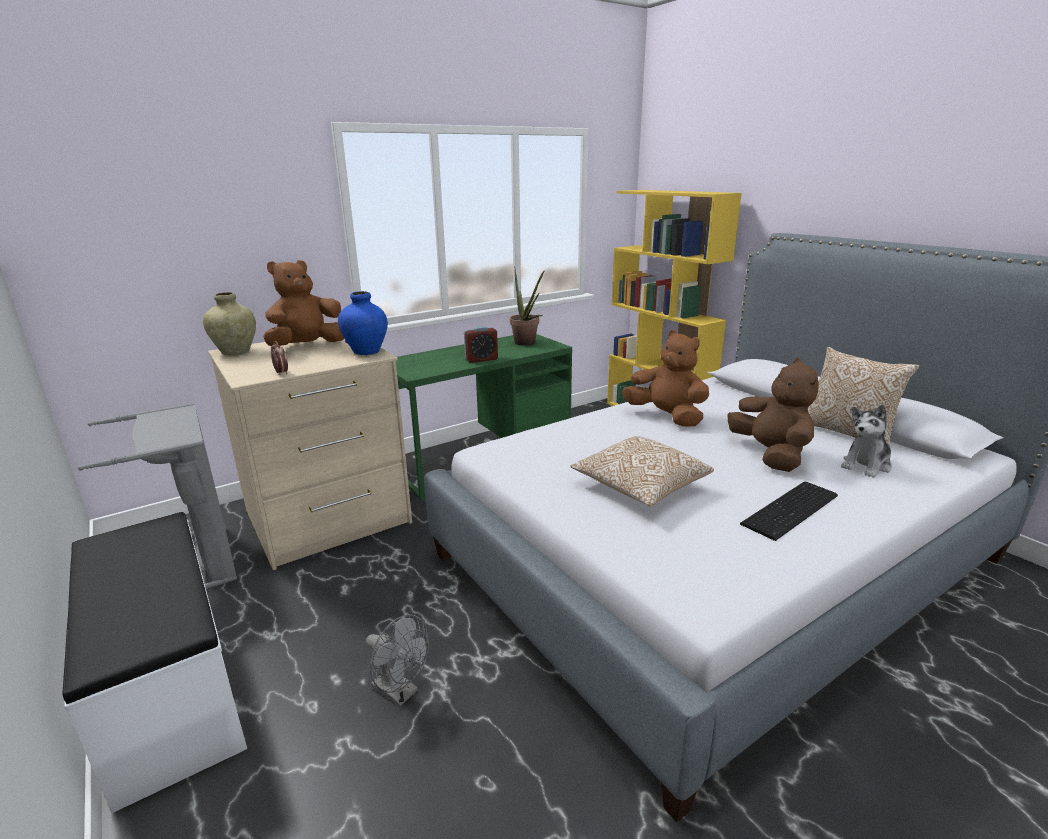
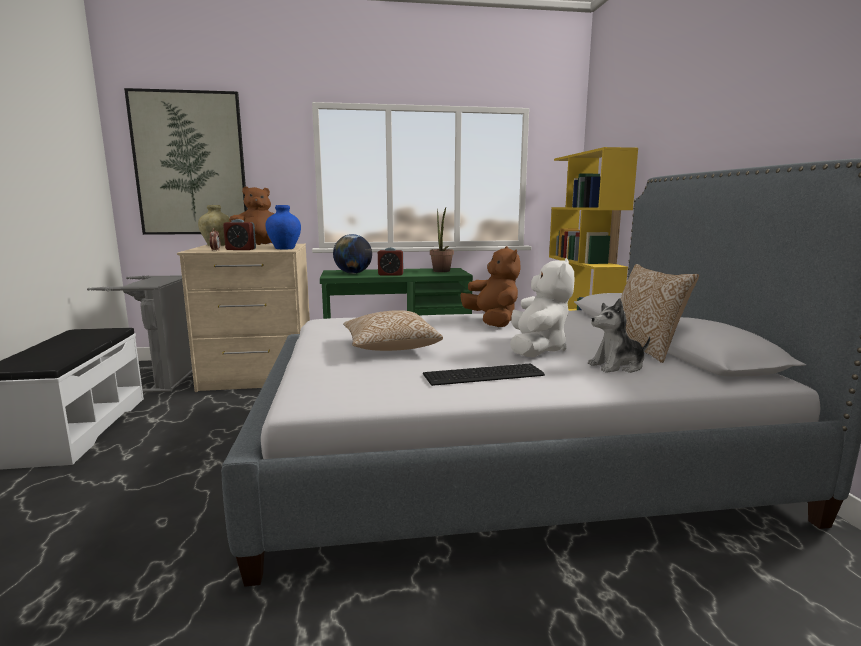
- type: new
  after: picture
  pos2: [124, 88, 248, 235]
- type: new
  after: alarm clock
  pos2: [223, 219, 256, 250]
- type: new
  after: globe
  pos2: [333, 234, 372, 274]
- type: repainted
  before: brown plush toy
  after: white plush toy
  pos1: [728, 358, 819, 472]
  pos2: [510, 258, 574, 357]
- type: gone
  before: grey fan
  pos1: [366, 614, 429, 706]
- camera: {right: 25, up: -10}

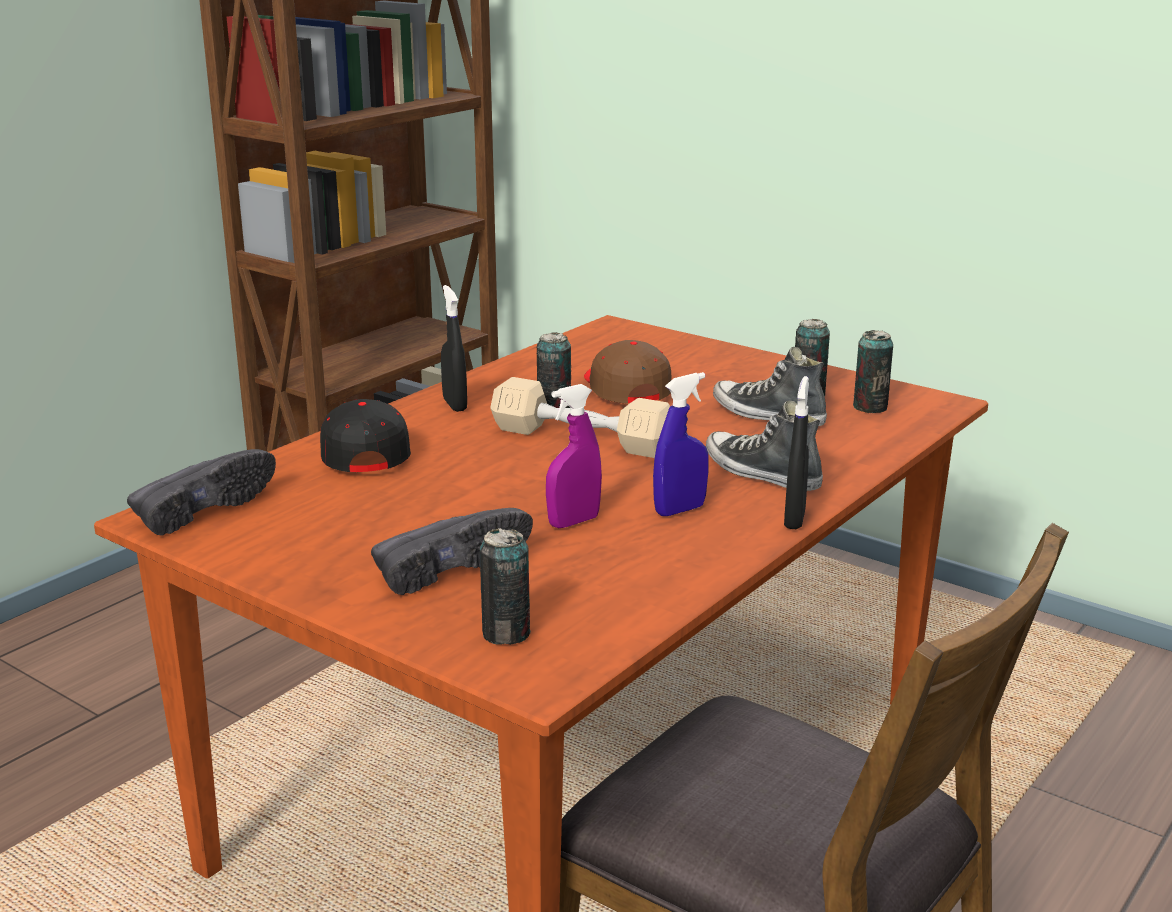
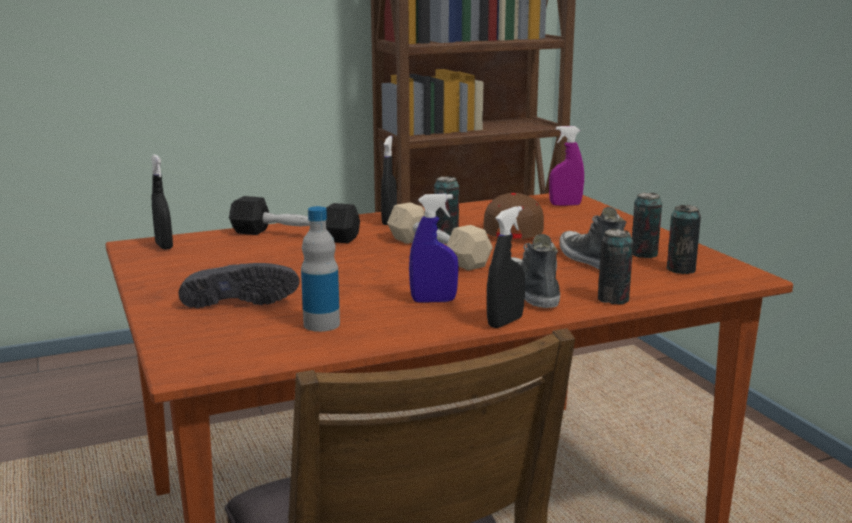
- type: swapped
  before: black shoe
  after: black spray bottle
  pos1: [127, 449, 276, 536]
  pos2: [151, 154, 173, 250]
- type: swapped
  before: black cap
  after: black dumbbell
  pos1: [320, 399, 411, 472]
  pos2: [229, 196, 360, 244]
- type: new
  after: bottle
  pos2: [301, 206, 340, 332]
- type: shifted
  before: purple spray bottle
  pos1: [546, 384, 602, 528]
  pos2: [549, 126, 584, 206]
- type: shifted
  before: can
  pos1: [480, 528, 531, 645]
  pos2: [598, 228, 633, 304]
- camera: {right: 30, up: -5}

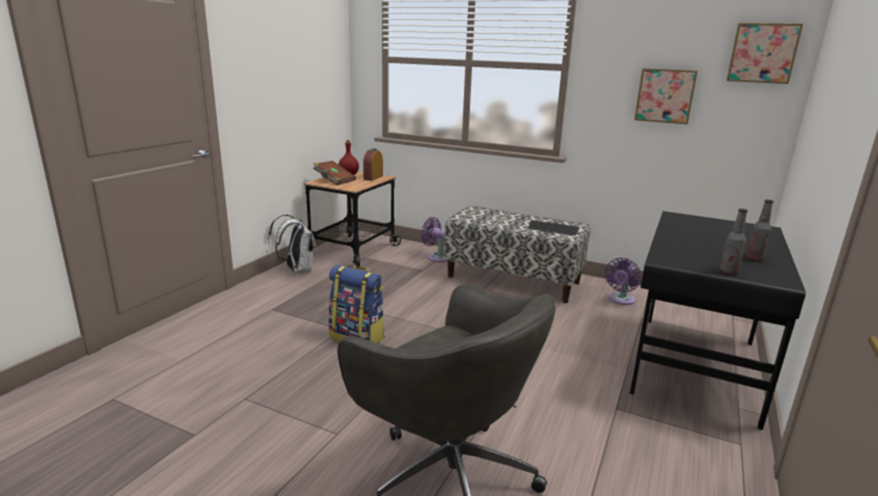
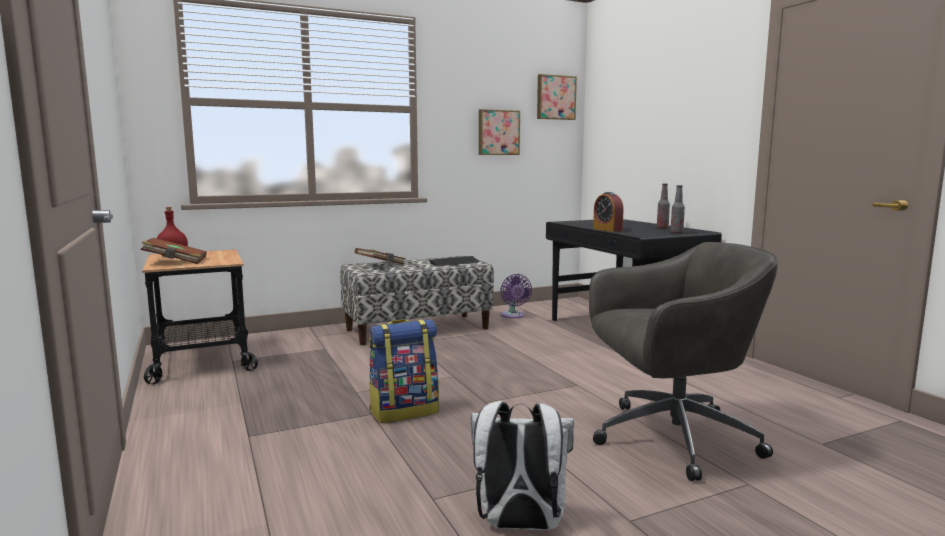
- type: new
  after: brown book
  pos2: [355, 248, 406, 265]
- type: shifted
  before: white backpack
  pos1: [268, 214, 316, 273]
  pos2: [471, 401, 574, 530]
- type: shifted
  before: alarm clock
  pos1: [363, 148, 383, 181]
  pos2: [593, 192, 624, 232]
- type: gone
  before: purple fan
  pos1: [421, 217, 447, 262]
- camera: {right: -50, up: -10}

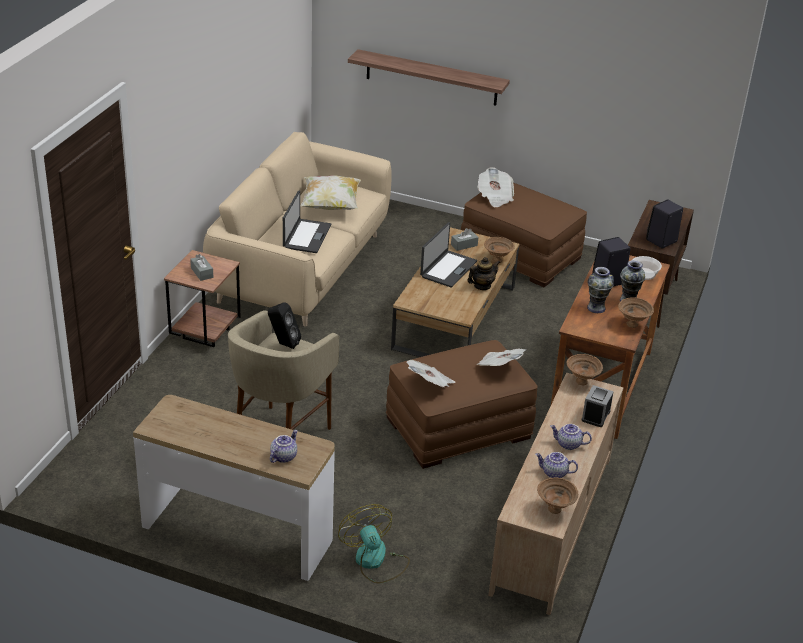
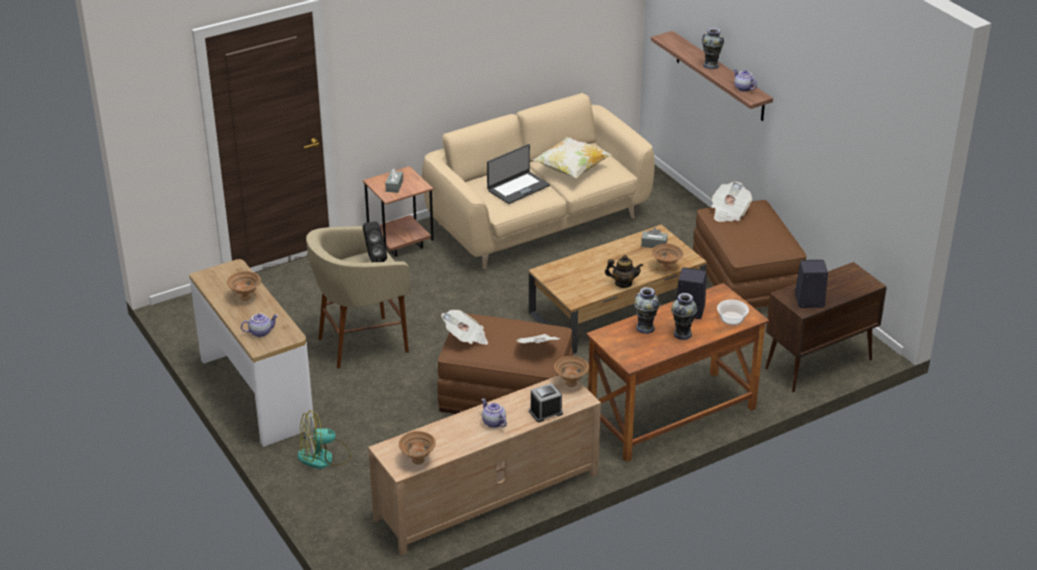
- type: shifted
  before: brown bowl
  pos1: [618, 297, 654, 328]
  pos2: [227, 271, 261, 301]
- type: rotated
  before: fan
  pos1: [338, 504, 410, 584]
  pos2: [297, 410, 351, 469]
  turn: -120
- type: new
  after: vase
  pos2: [702, 28, 724, 69]
- type: shifted
  before: teapot
  pos1: [535, 452, 578, 478]
  pos2: [733, 69, 757, 92]
- type: gone
  before: laptop
  pos1: [420, 222, 477, 288]
- camera: {right: 40, up: 0}

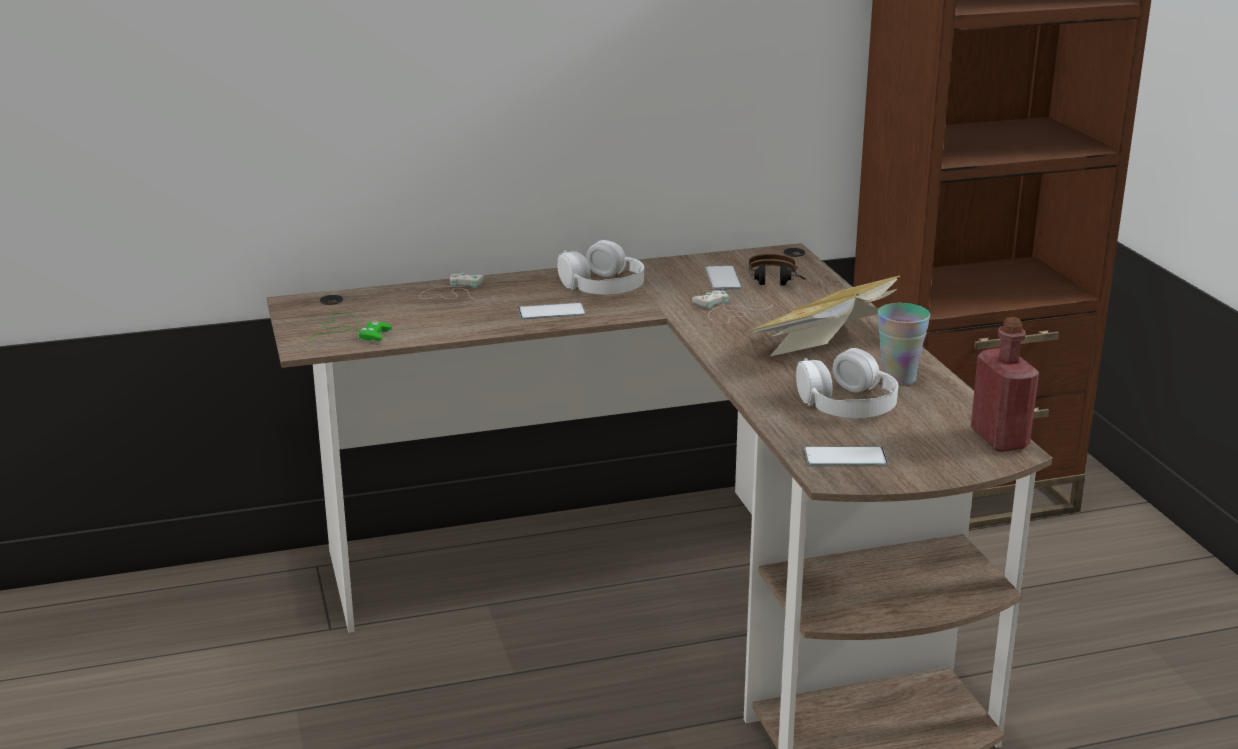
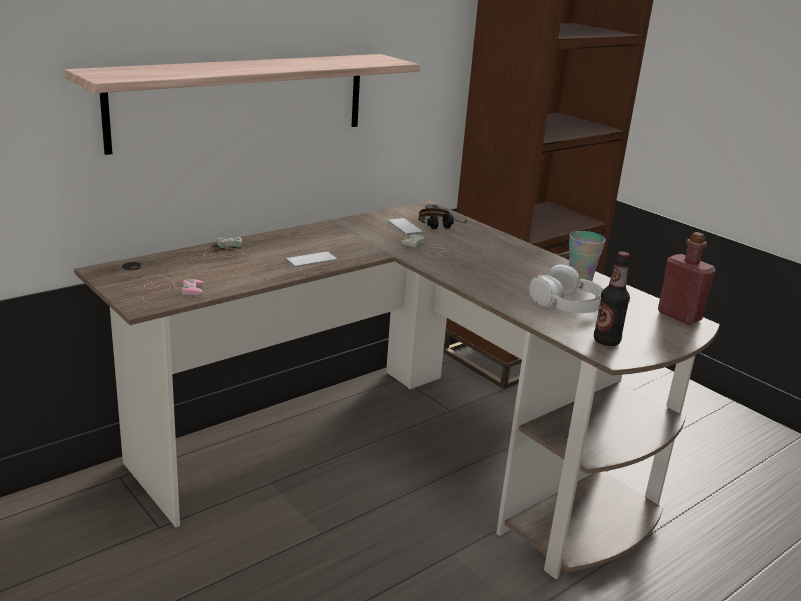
- type: new
  after: shelf
  pos2: [64, 54, 420, 155]
- type: repainted
  before: green game controller
  after: pink game controller
  pos1: [309, 313, 392, 344]
  pos2: [143, 275, 203, 303]
- type: swapped
  before: phone
  after: bottle
  pos1: [804, 447, 888, 465]
  pos2: [594, 252, 630, 346]
- type: gone
  before: white headphones
  pos1: [557, 240, 644, 295]
- type: gone
  before: book
  pos1: [750, 275, 900, 357]
- camera: {right: -25, up: 0}

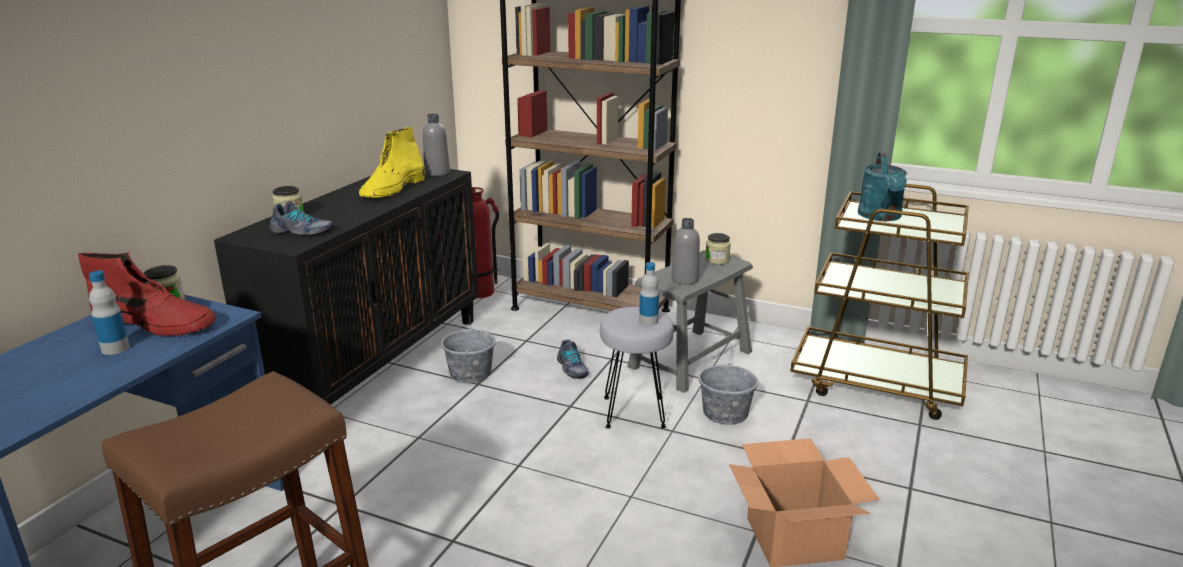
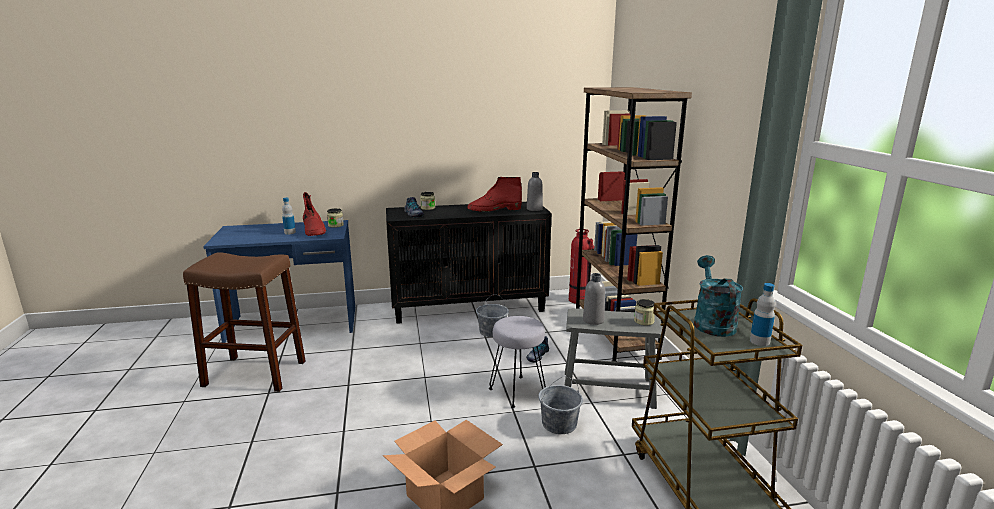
- type: repainted
  before: yellow boot
  after: red boot
  pos1: [359, 127, 425, 198]
  pos2: [467, 177, 522, 212]
- type: rotated
  before: turquoise watering can
  pos1: [858, 152, 907, 221]
  pos2: [694, 255, 743, 337]
  turn: 120
- type: shifted
  before: bottle
  pos1: [639, 262, 659, 326]
  pos2: [750, 283, 776, 346]
- camera: {right: 55, up: -5}

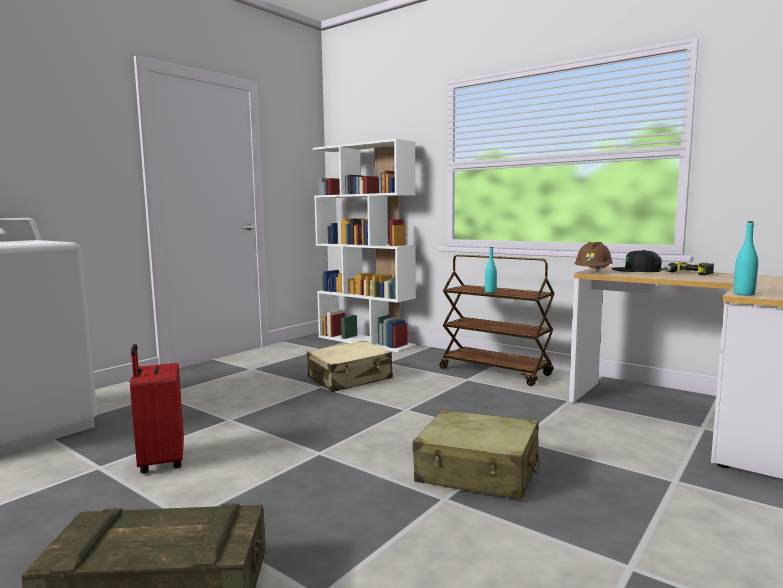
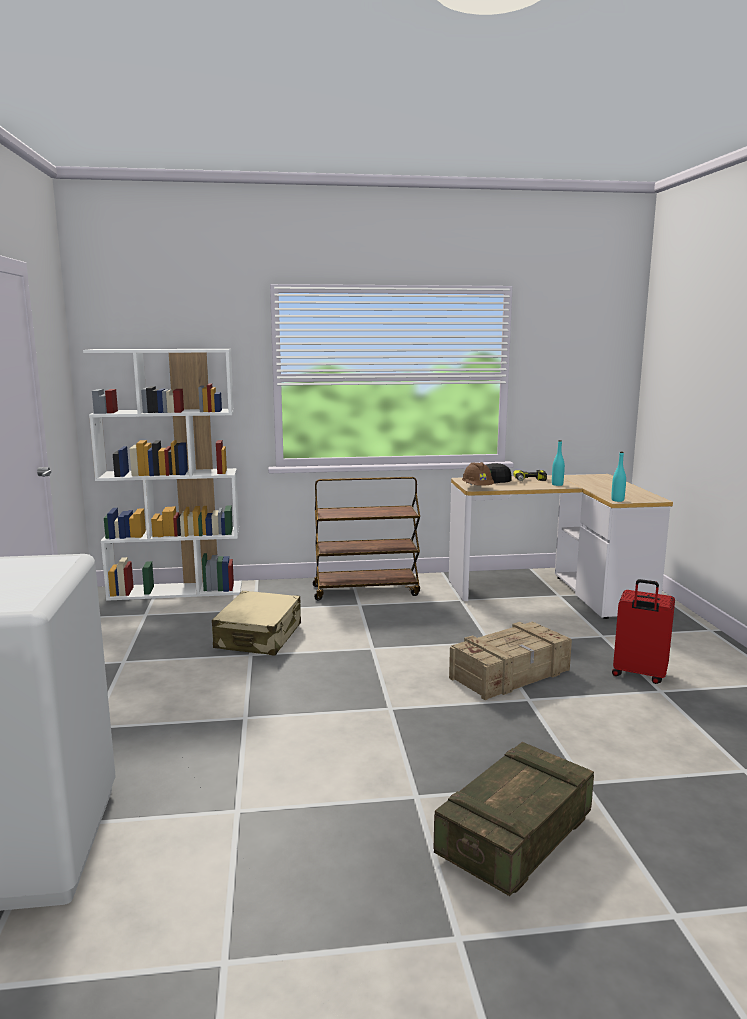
- type: swapped
  before: beige suitcase
  after: crate
  pos1: [413, 410, 540, 500]
  pos2: [449, 622, 572, 700]
- type: shifted
  before: turquoise bottle
  pos1: [485, 247, 497, 293]
  pos2: [552, 440, 565, 486]
- type: shifted
  before: red suitcase
  pos1: [130, 344, 184, 473]
  pos2: [612, 579, 675, 684]
- camera: {right: -45, up: 5}

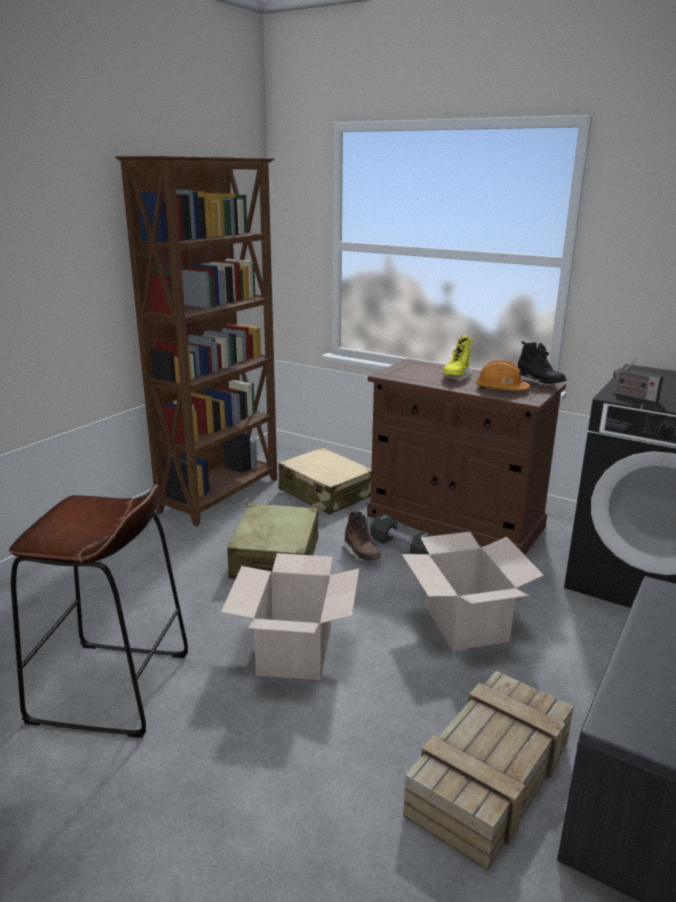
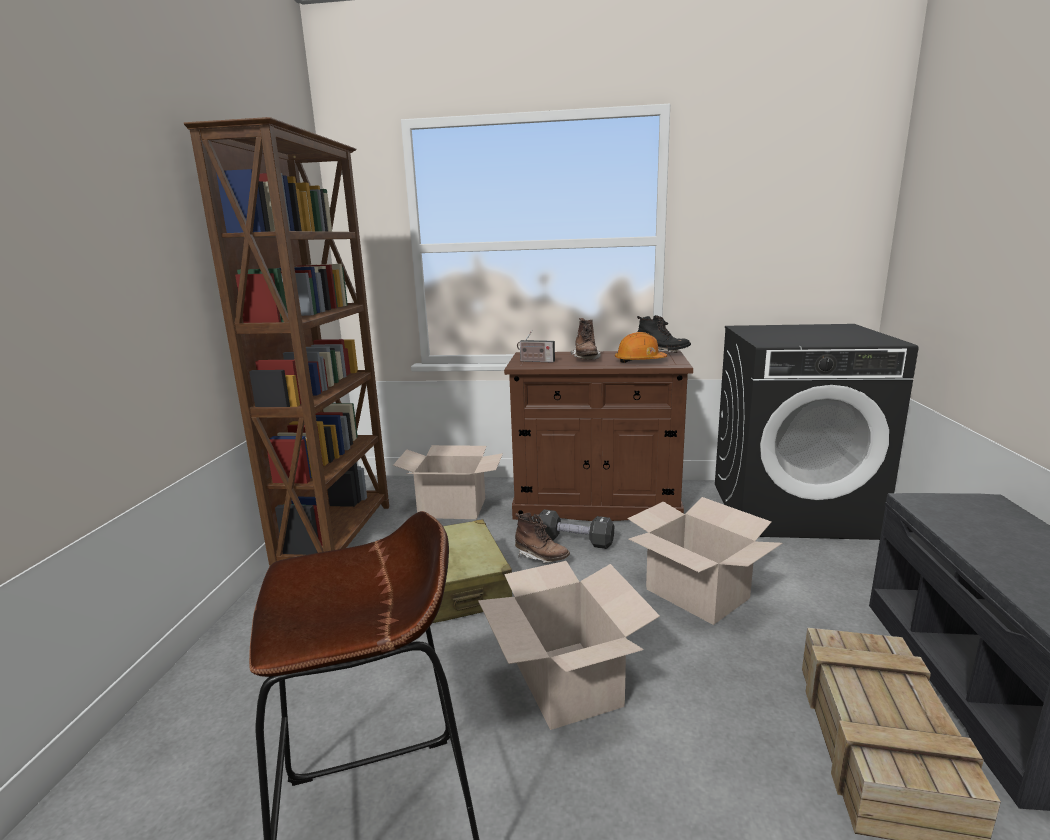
- type: swapped
  before: beige suitcase
  after: cardboard box
  pos1: [278, 447, 372, 515]
  pos2: [393, 445, 503, 519]
- type: shifted
  before: radio
  pos1: [613, 358, 663, 402]
  pos2: [517, 330, 555, 363]
- type: repainted
  before: yellow boot
  after: brown boot
  pos1: [441, 335, 473, 380]
  pos2: [571, 318, 601, 360]
- camera: {right: -25, up: -5}

